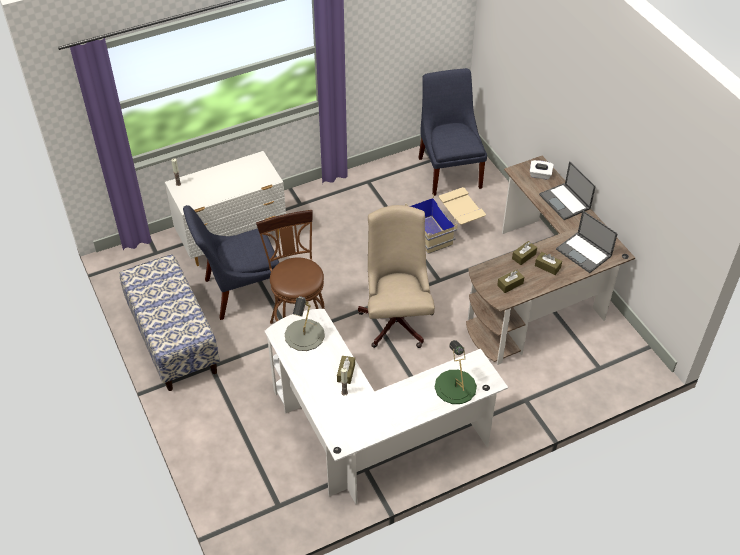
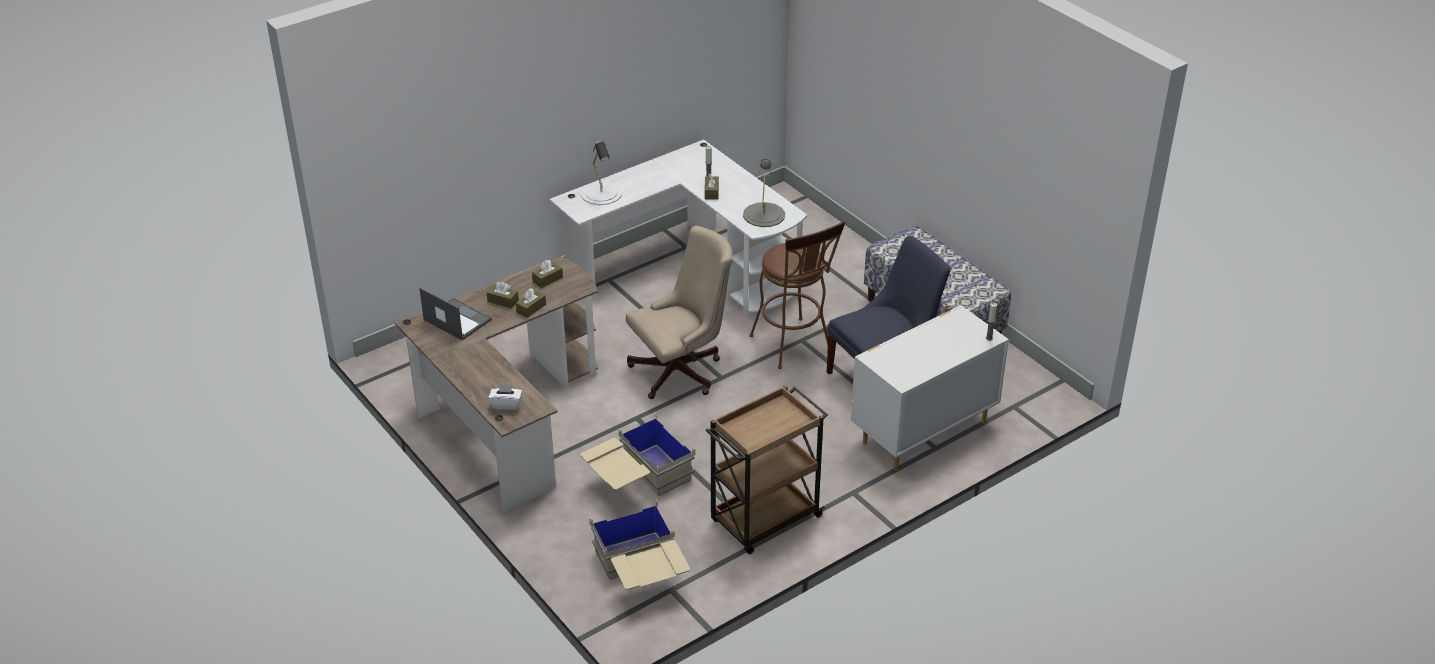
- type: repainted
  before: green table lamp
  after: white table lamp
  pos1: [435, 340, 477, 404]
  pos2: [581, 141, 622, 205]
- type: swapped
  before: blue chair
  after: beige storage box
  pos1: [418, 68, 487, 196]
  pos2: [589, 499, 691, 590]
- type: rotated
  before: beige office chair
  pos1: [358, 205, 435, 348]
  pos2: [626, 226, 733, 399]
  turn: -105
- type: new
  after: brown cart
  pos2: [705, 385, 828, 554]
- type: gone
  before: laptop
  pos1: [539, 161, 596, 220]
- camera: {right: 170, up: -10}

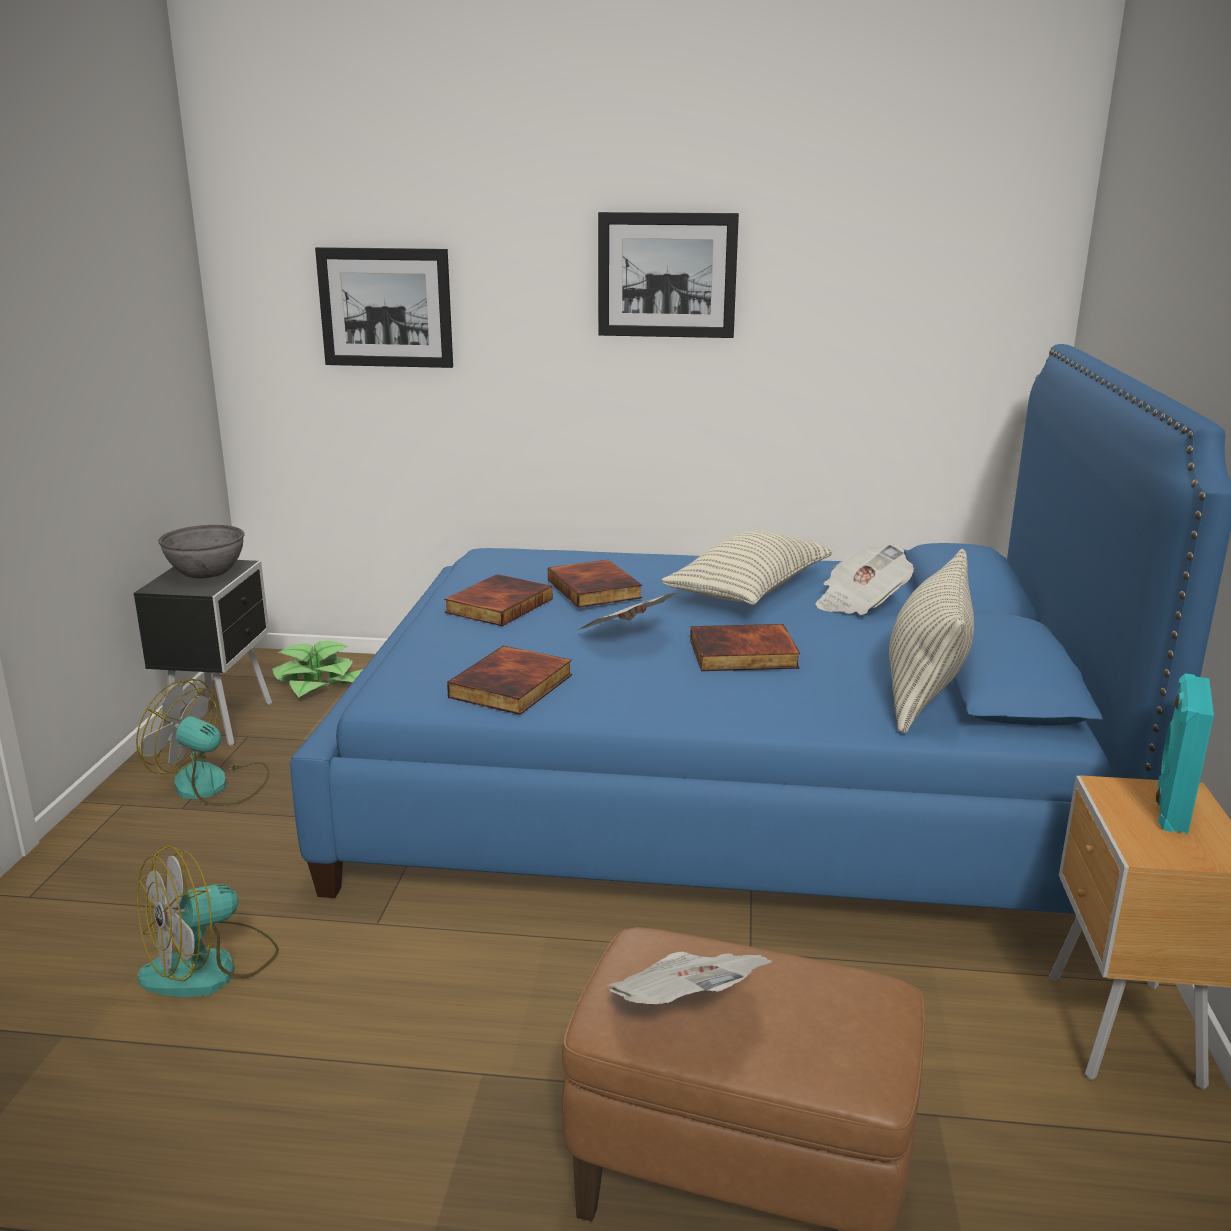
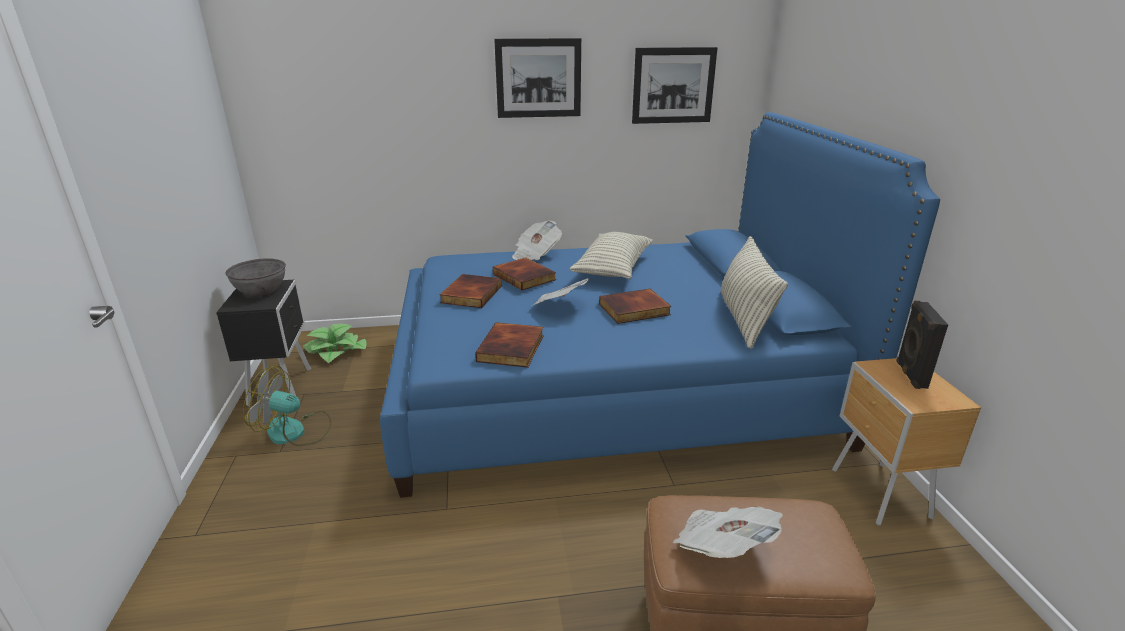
- type: shifted
  before: newspaper
  pos1: [815, 544, 914, 615]
  pos2: [512, 220, 562, 260]
- type: shifted
  before: picture
  pos1: [315, 247, 453, 368]
  pos2: [632, 47, 718, 124]
- type: repainted
  before: turquoise speaker
  after: black speaker
  pos1: [1156, 673, 1214, 833]
  pos2: [896, 301, 948, 389]
- type: gone
  before: fan
  pos1: [137, 845, 279, 997]
- camera: {right: -15, up: 5}

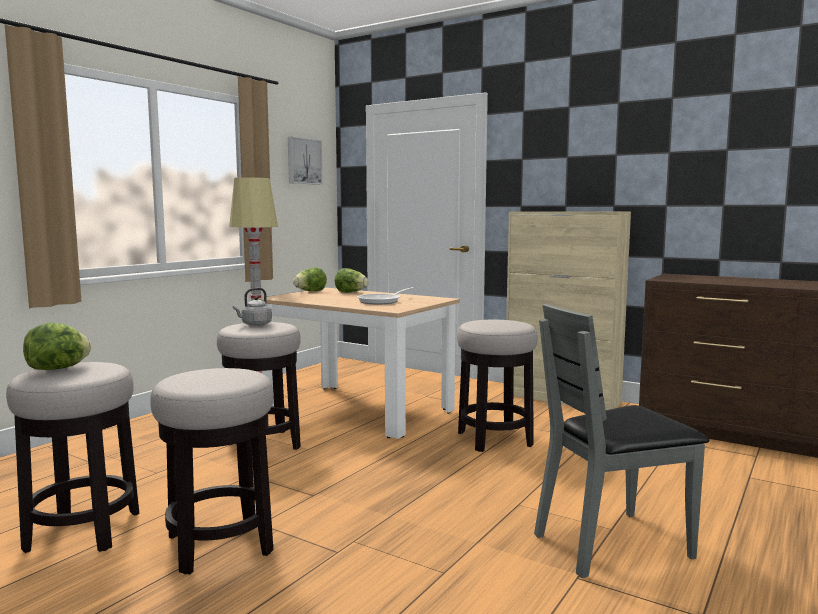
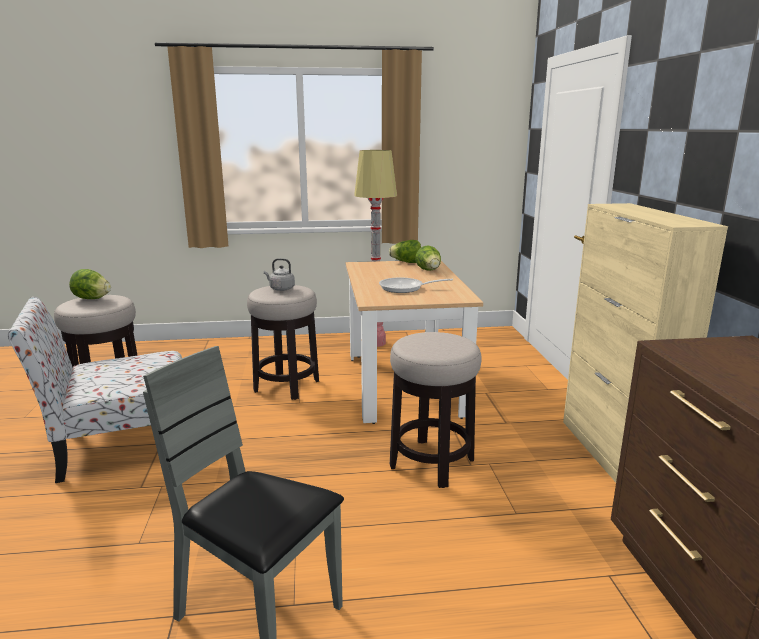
- type: swapped
  before: stool
  after: chair
  pos1: [150, 368, 274, 574]
  pos2: [8, 297, 182, 483]
- type: gone
  before: picture
  pos1: [288, 137, 323, 185]
- camera: {right: 50, up: 10}

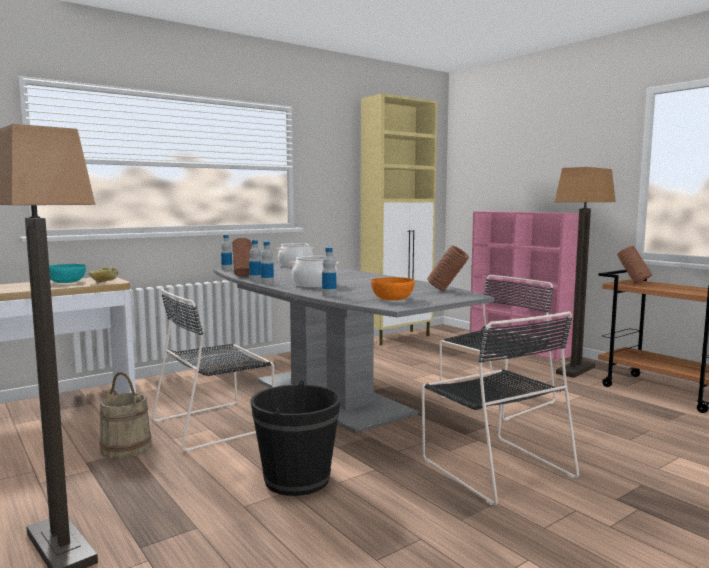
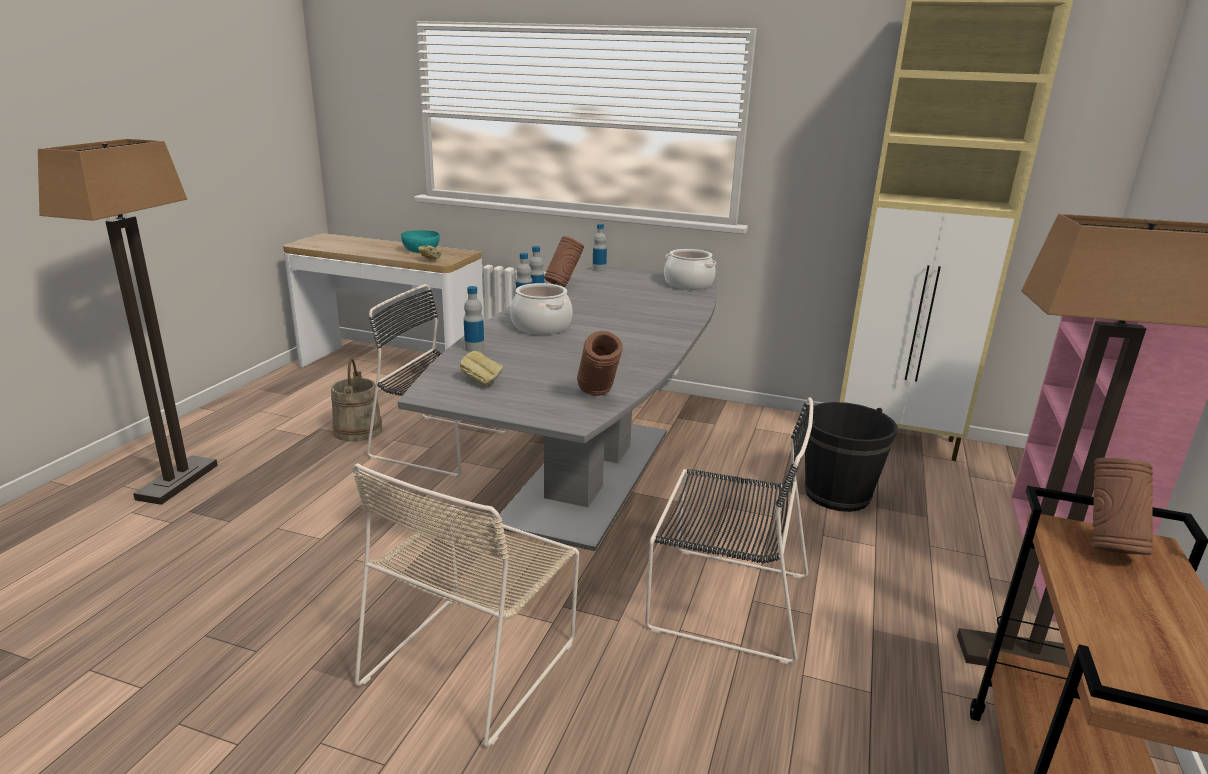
- type: repainted
  before: black chair
  after: beige chair
  pos1: [422, 311, 579, 505]
  pos2: [352, 463, 579, 747]
- type: swapped
  before: orange bowl
  after: bread
  pos1: [371, 277, 414, 300]
  pos2: [460, 350, 503, 387]
- type: shifted
  before: black bucket
  pos1: [250, 381, 341, 496]
  pos2: [804, 402, 897, 512]
- camera: {right: 55, up: 15}

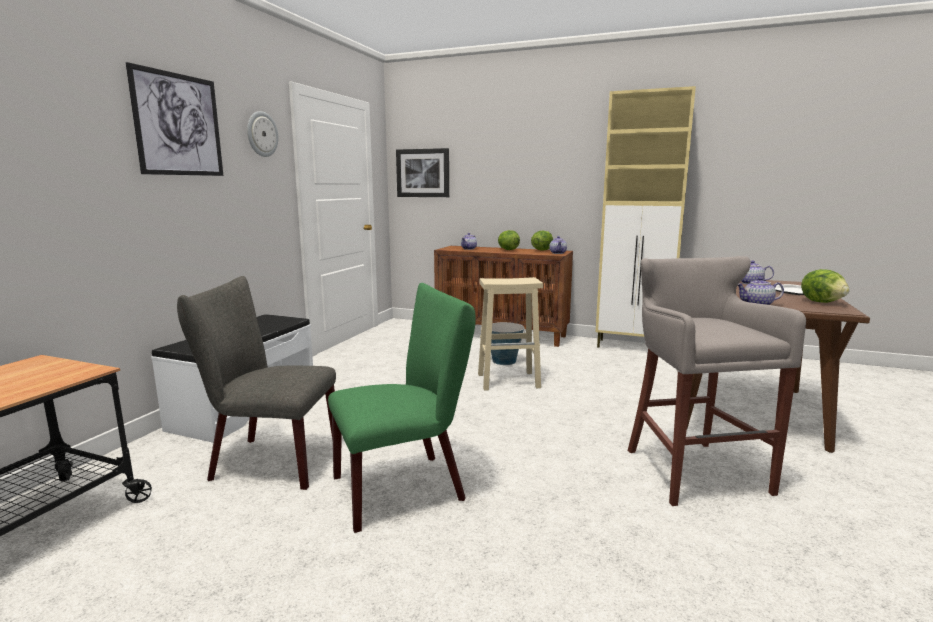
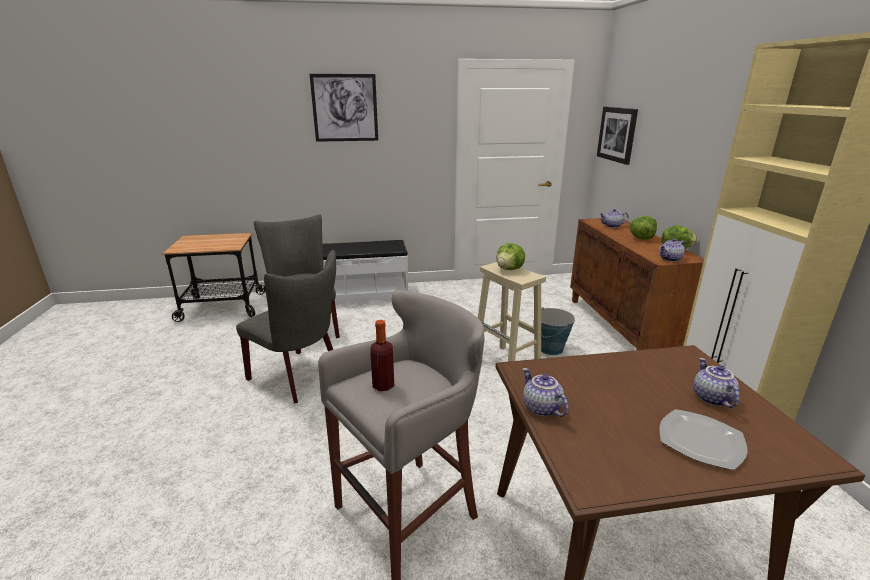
- type: repainted
  before: green chair
  after: grey chair
  pos1: [328, 283, 476, 533]
  pos2: [236, 250, 336, 404]
- type: new
  after: bottle
  pos2: [370, 320, 394, 391]
- type: shifted
  before: lettuce
  pos1: [801, 269, 850, 303]
  pos2: [497, 243, 525, 270]
- type: gone
  before: wall clock
  pos1: [247, 111, 278, 157]
- camera: {right: 60, up: 10}

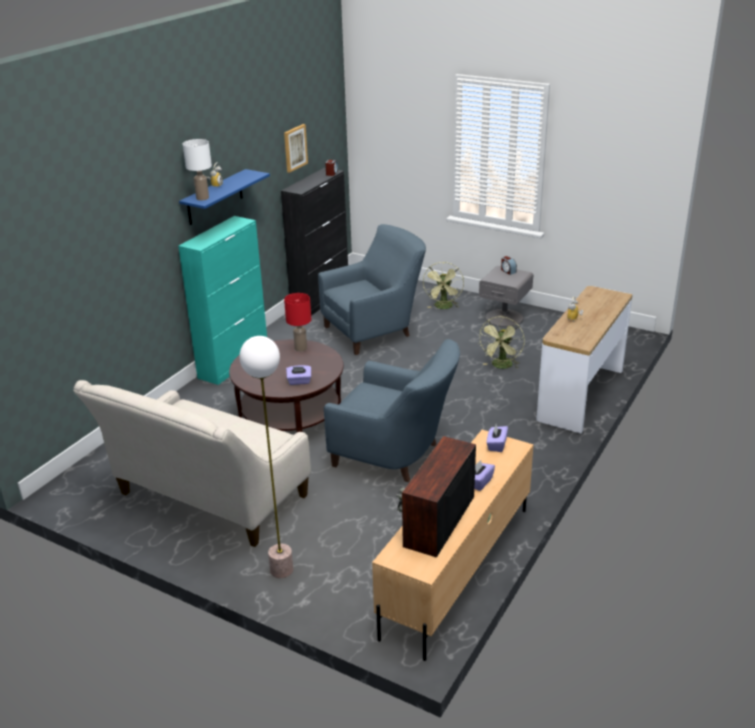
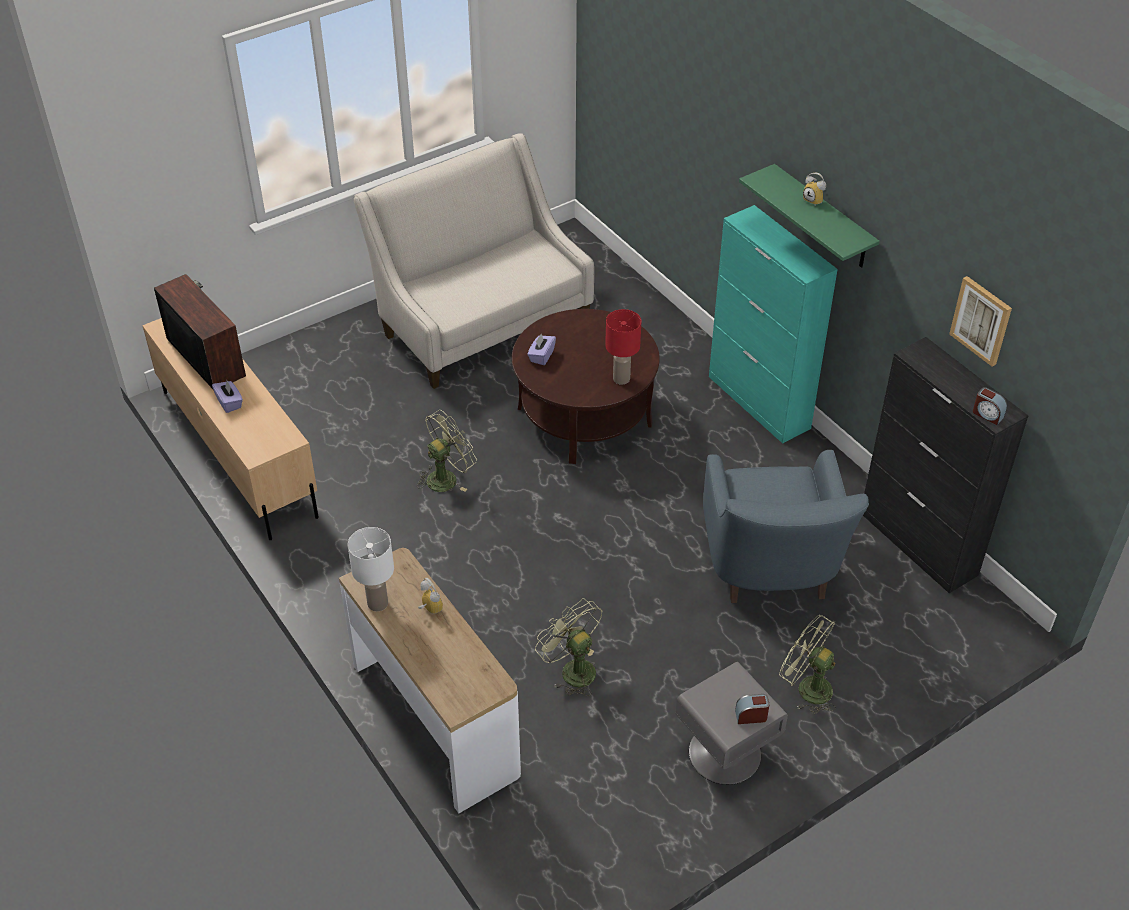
- type: shifted
  before: white table lamp
  pos1: [183, 139, 212, 200]
  pos2: [348, 527, 394, 611]
- type: swapped
  before: blue armchair
  after: green fan
  pos1: [324, 339, 460, 482]
  pos2: [417, 410, 477, 492]
- type: repainted
  before: blue shelf
  after: green shelf
  pos1: [179, 169, 270, 225]
  pos2: [739, 164, 880, 268]
- type: gone
  before: floor lamp
  pos1: [239, 336, 293, 578]
- type: gone
  before: purple tissue box
  pos1: [487, 424, 508, 452]
- camera: {right: 115, up: 15}

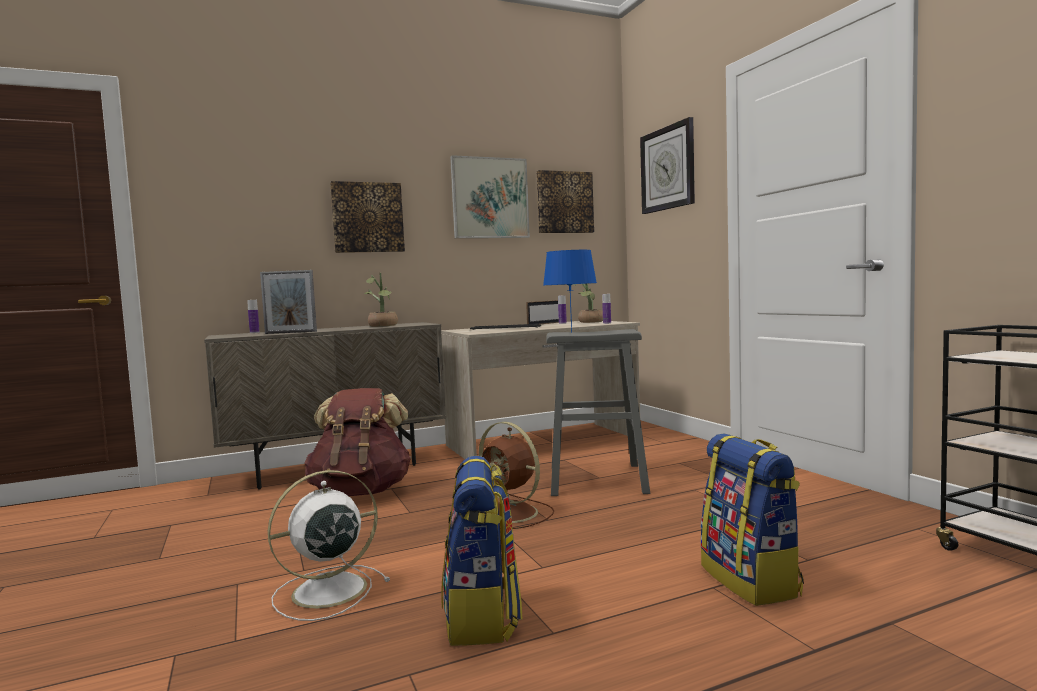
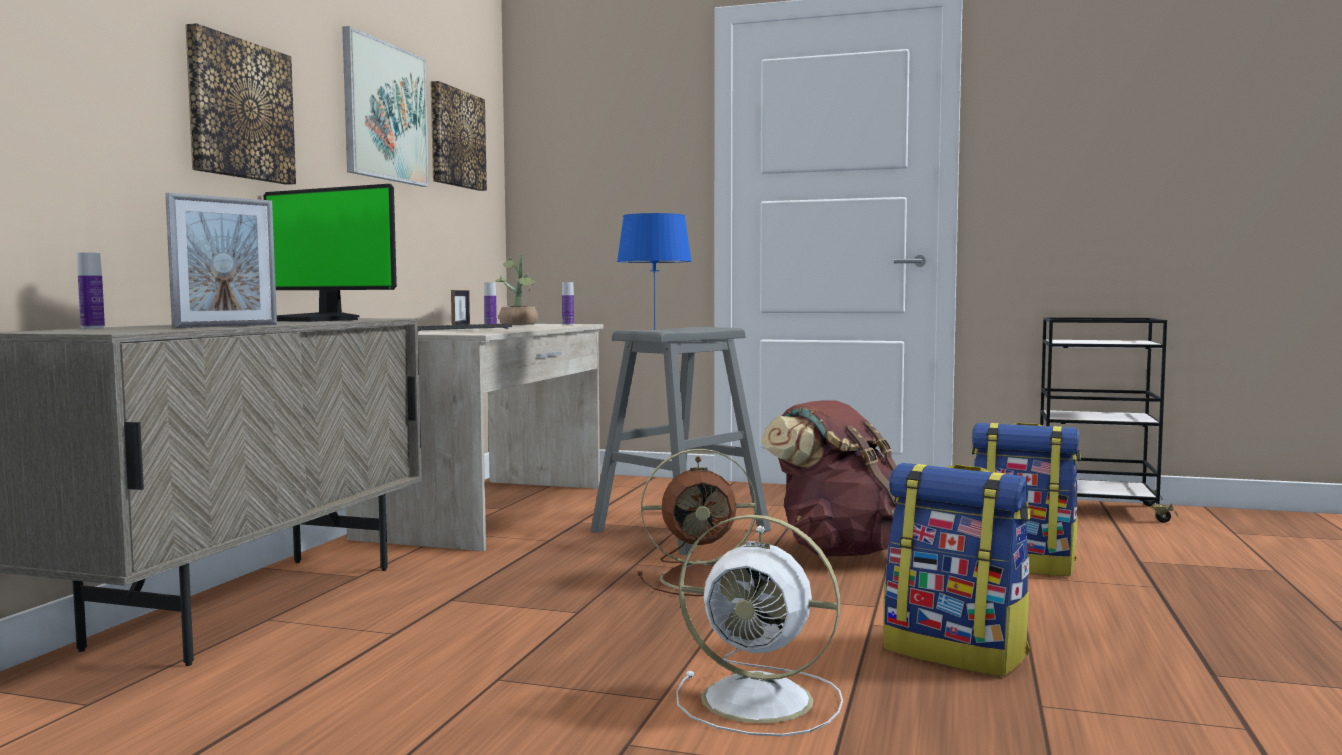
- type: swapped
  before: potted plant
  after: monitor
  pos1: [364, 273, 398, 327]
  pos2: [264, 184, 397, 322]
- type: rotated
  before: white fan
  pos1: [268, 470, 390, 621]
  pos2: [676, 515, 843, 736]
  turn: -75
- type: shifted
  before: brown backpack
  pos1: [304, 388, 412, 496]
  pos2: [761, 400, 896, 557]
- type: gone
  before: wall clock
  pos1: [640, 117, 695, 214]
- camera: {right: -50, up: 0}

